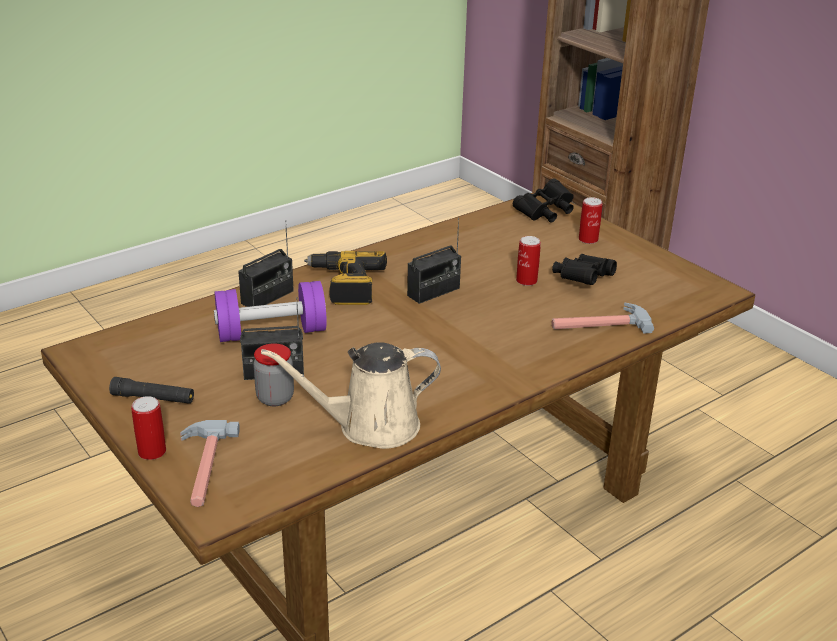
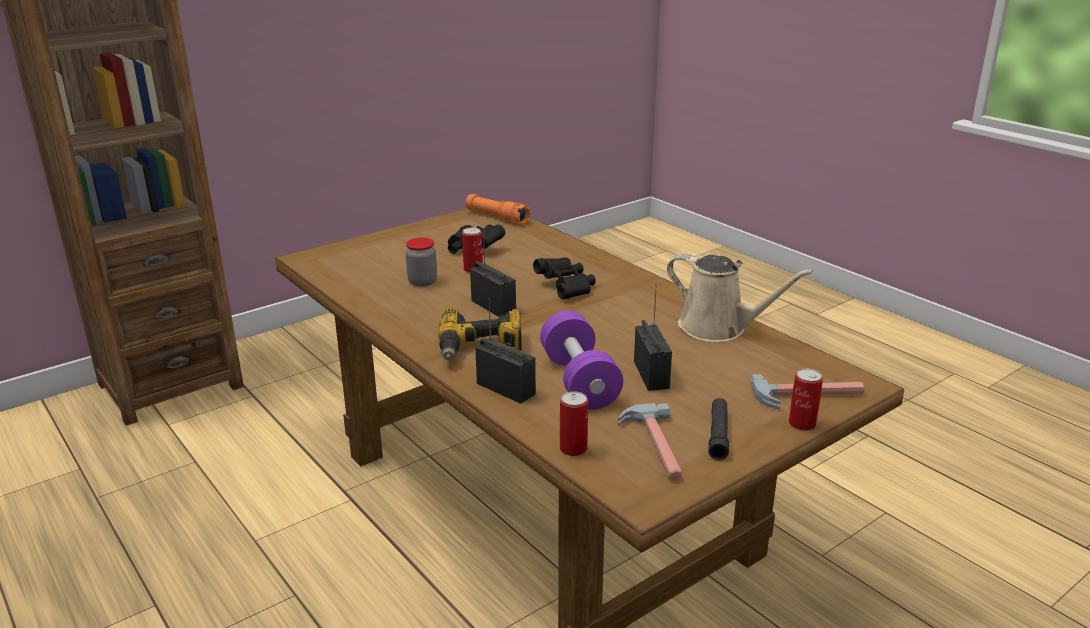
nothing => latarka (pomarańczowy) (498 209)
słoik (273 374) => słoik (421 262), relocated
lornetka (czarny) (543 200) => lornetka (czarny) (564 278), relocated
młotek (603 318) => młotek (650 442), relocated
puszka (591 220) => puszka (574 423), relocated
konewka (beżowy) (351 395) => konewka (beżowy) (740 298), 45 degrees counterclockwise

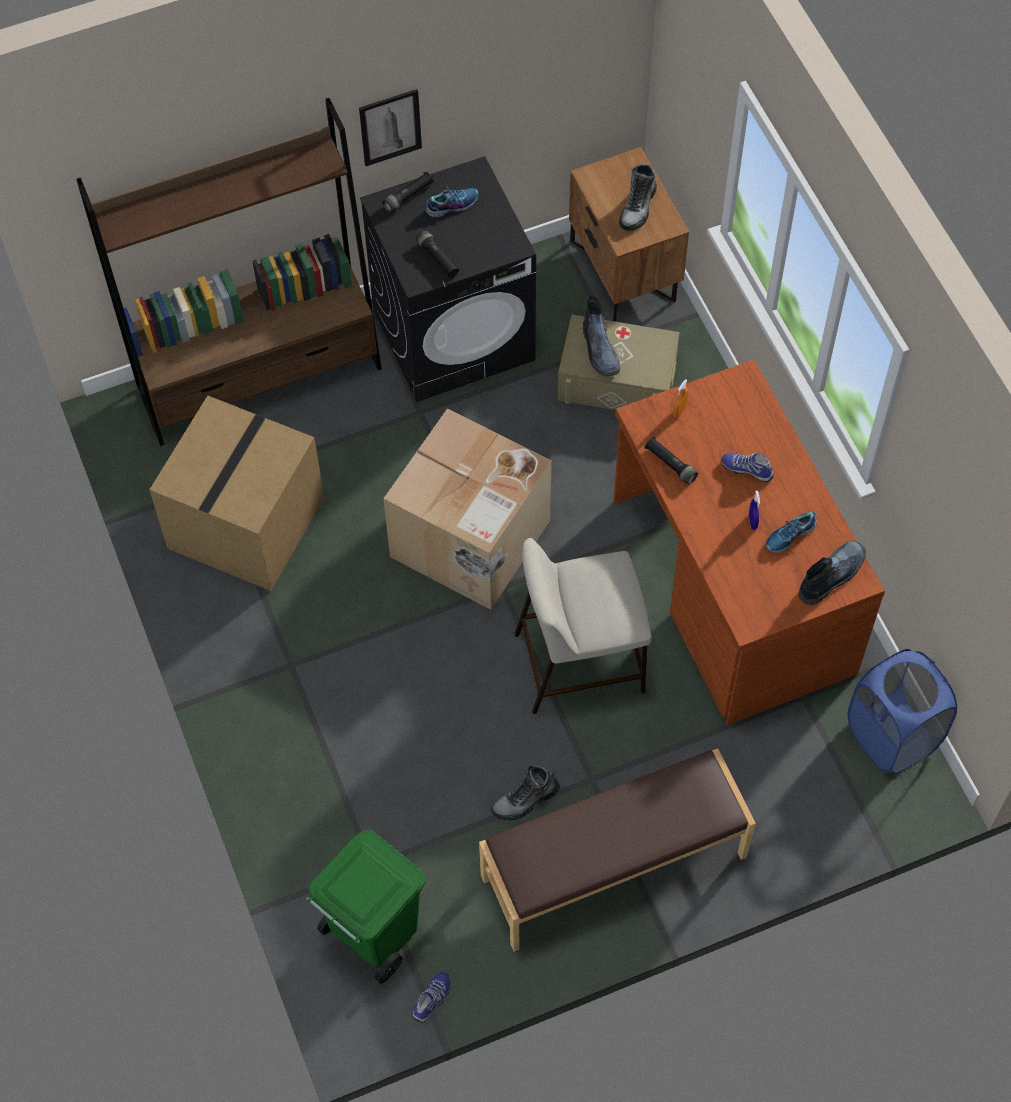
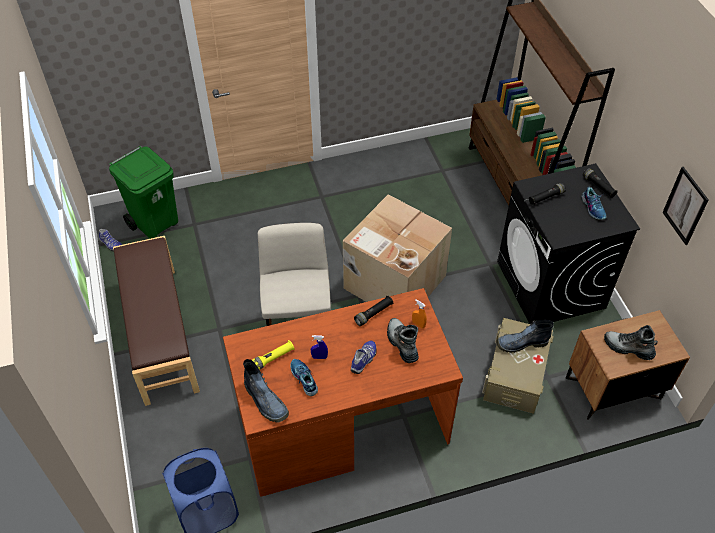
karton (236 493) => nothing
nothing => latarka (żółty) (273 355)
obraz (390 127) => obraz (685 206), relocated
but z cholewką (525 792) => but z cholewką (403 340), relocated

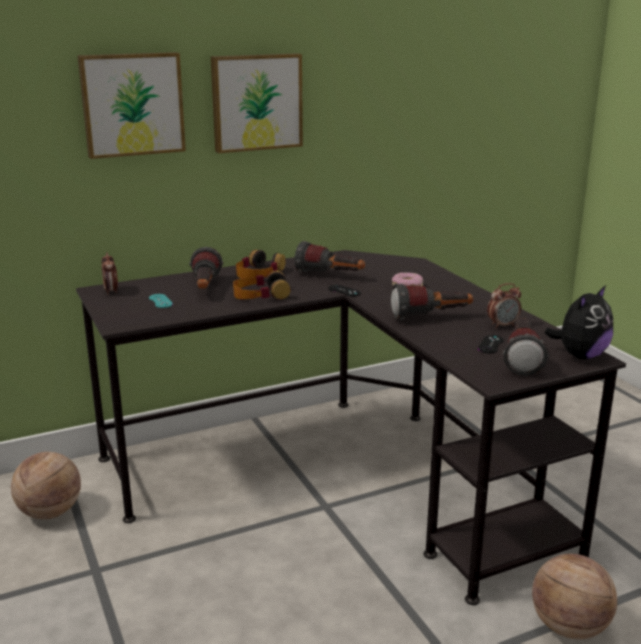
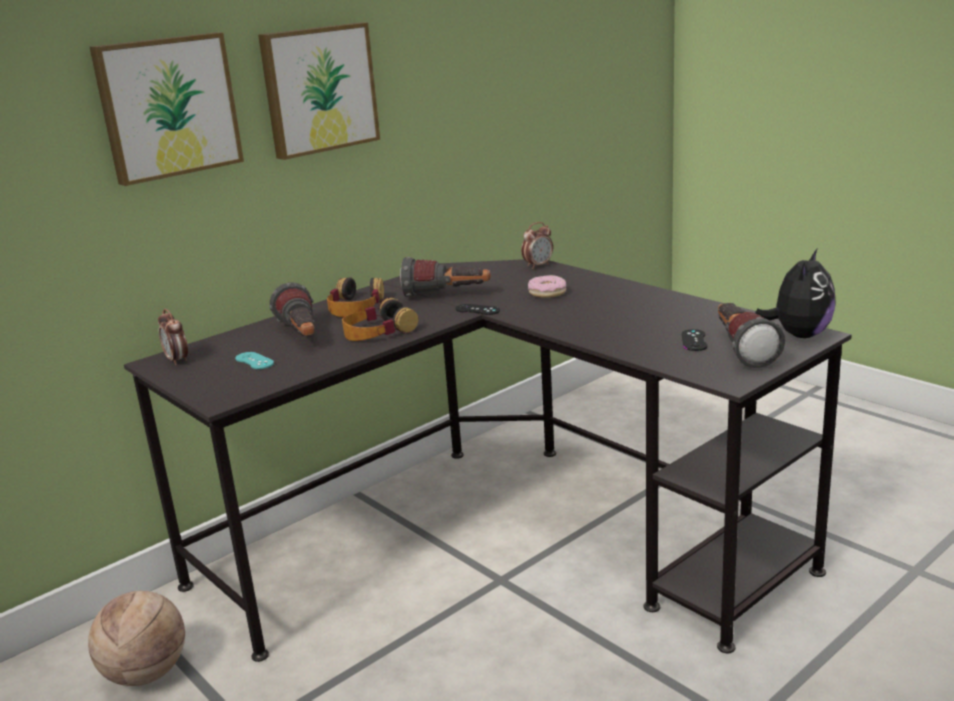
latarka (432 301) => nothing
piłka do koszykówki (574 596) => nothing
budzik (504 306) => budzik (537 245), relocated

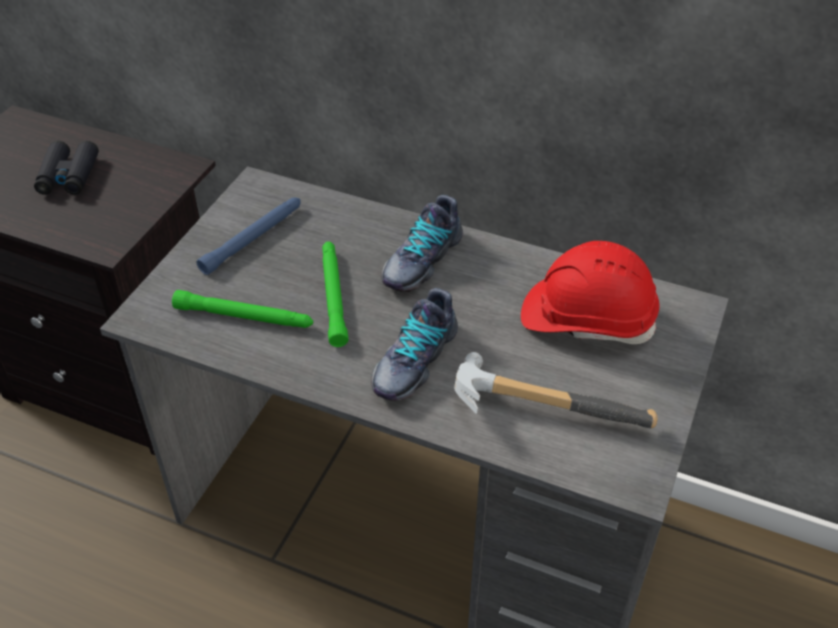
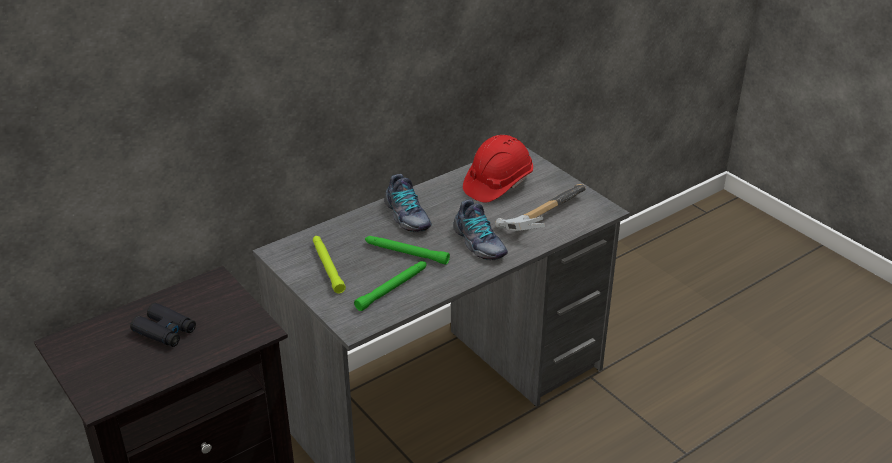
latarka (niebieski) (249 236) => latarka (zielony) (329 265)

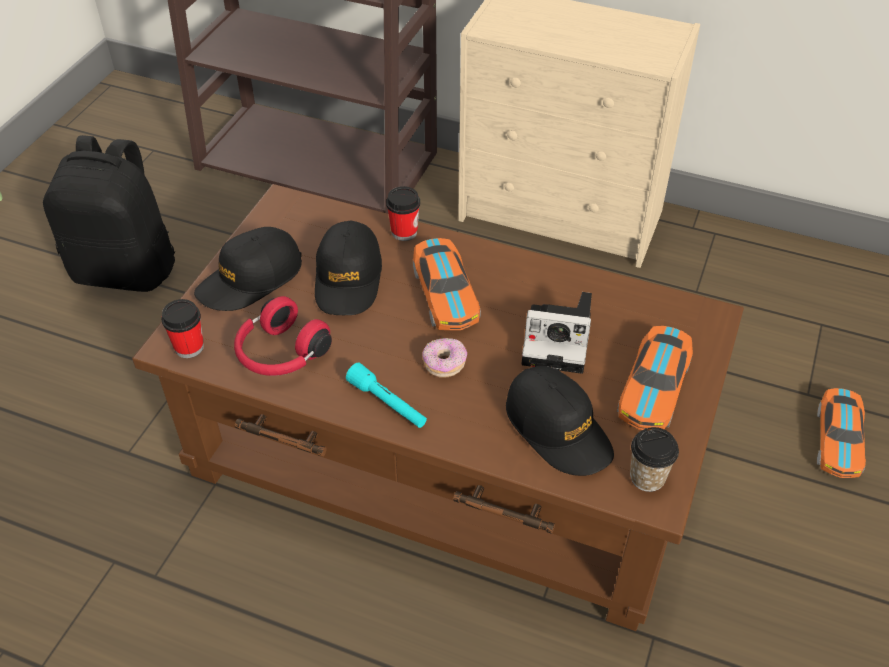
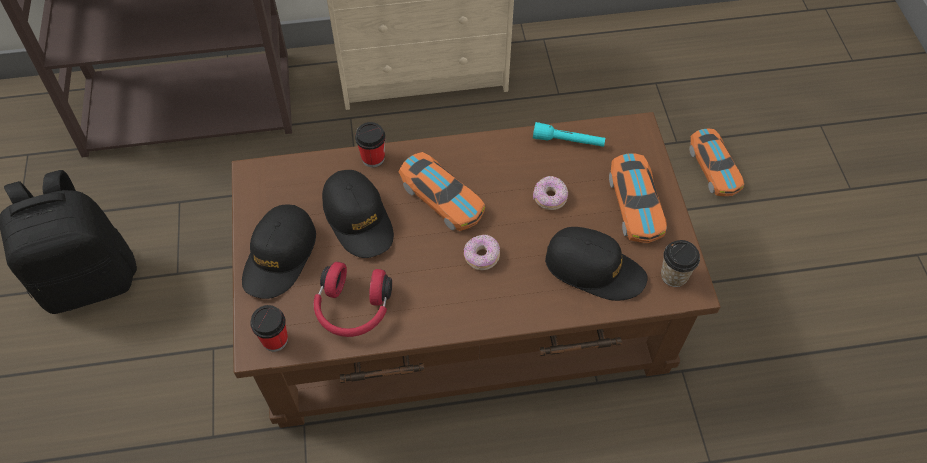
latarka (turkusowy) (386 395) => latarka (turkusowy) (569 134), relocated
aparat fotograficzny (557 333) => donut (550 193)

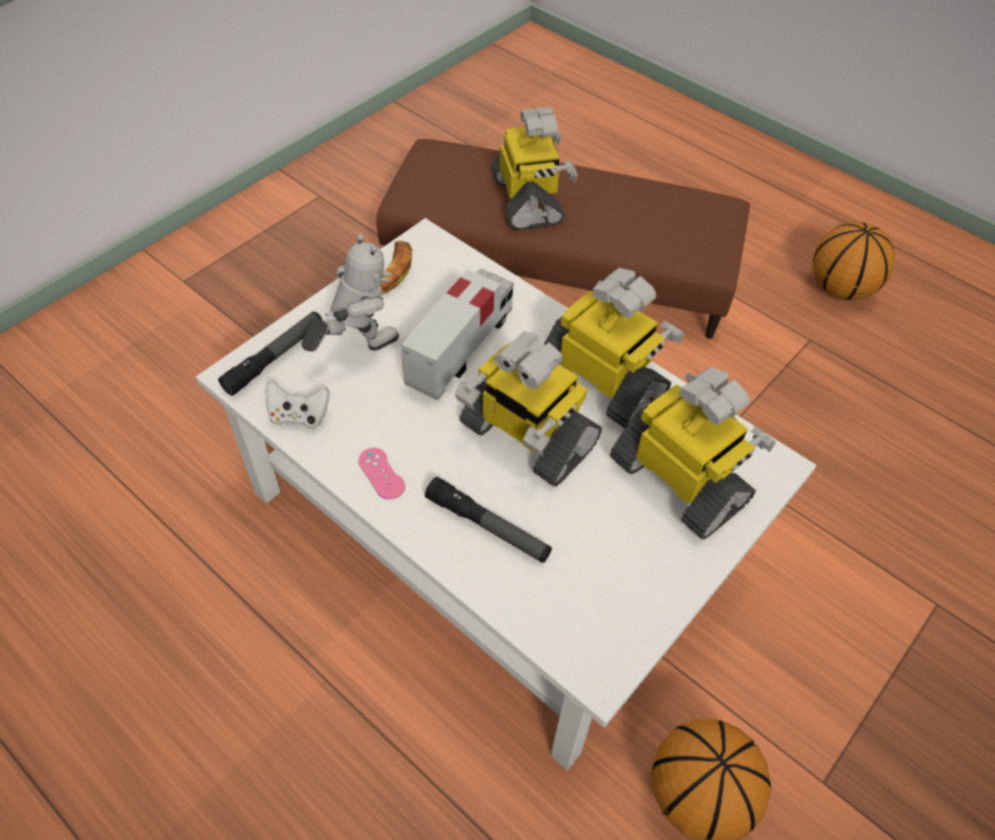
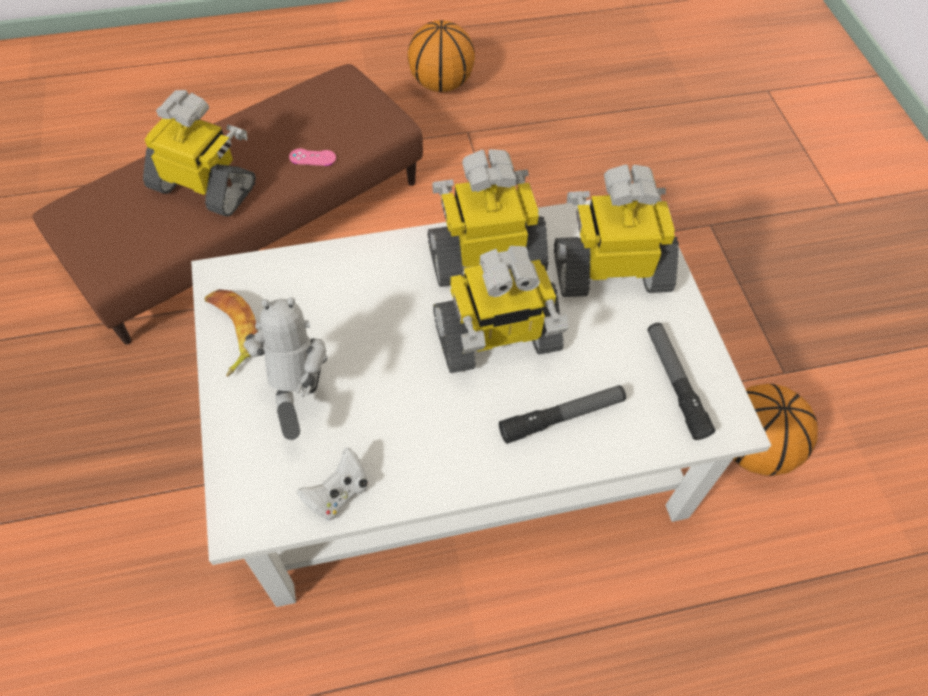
ciężarówka zabawkowa (457 334) => nothing
latarka (270 354) => latarka (681 381), relocated
pad do gier (różowy) (381 473) => pad do gier (różowy) (312 157), relocated

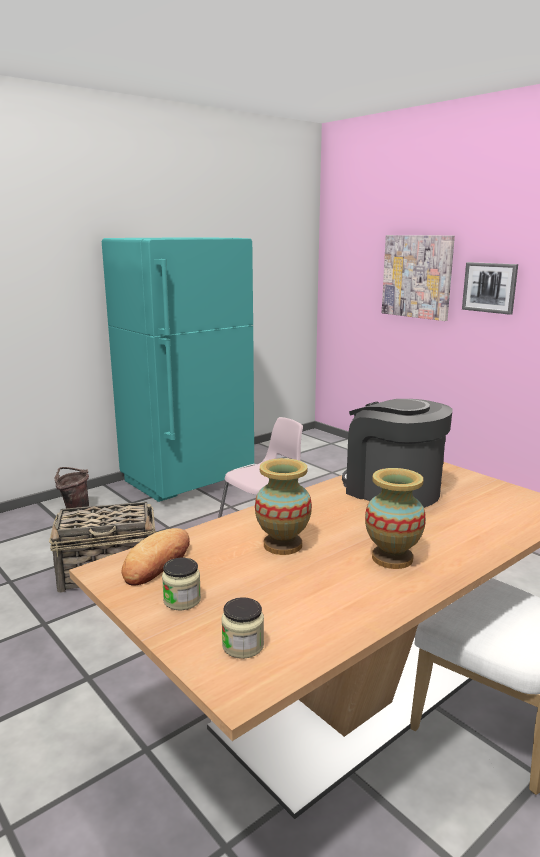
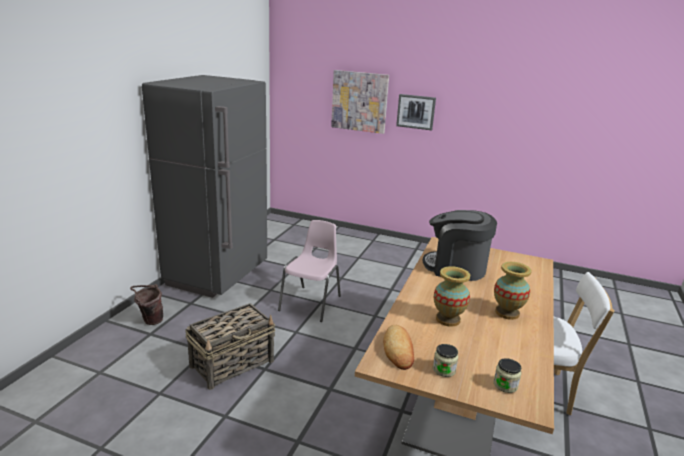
lodówka (turkusowy) (178 369) => lodówka (szary) (204 186)

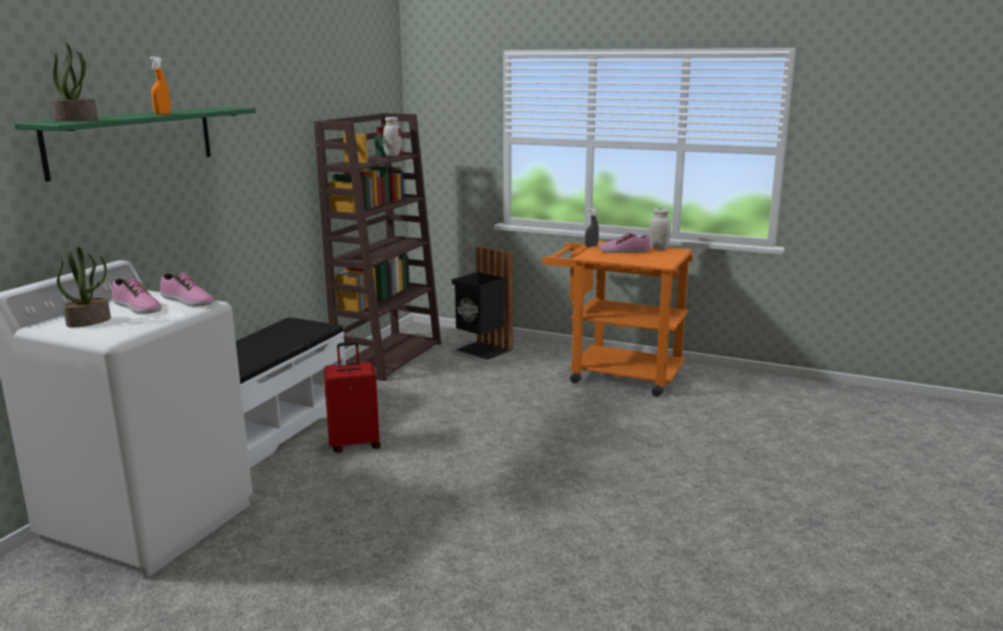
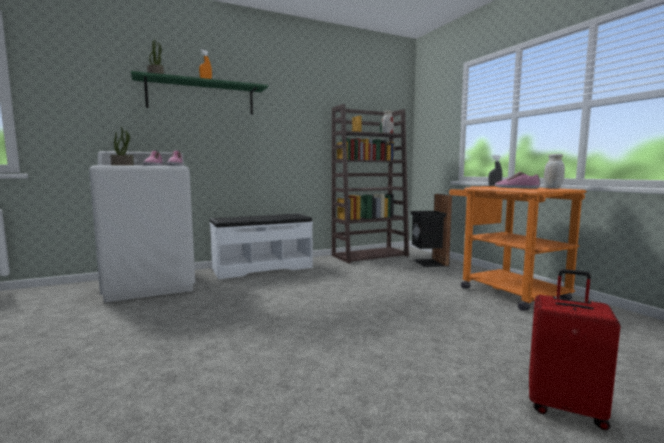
walizka (czerwony) (352 397) => walizka (czerwony) (575 349), relocated

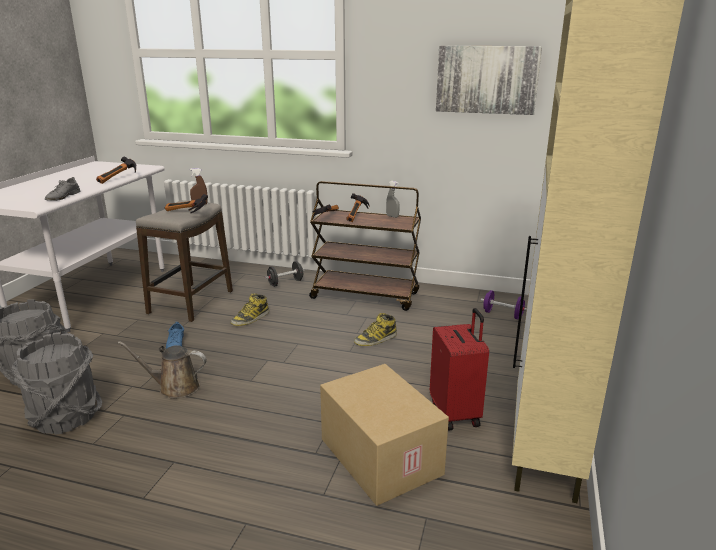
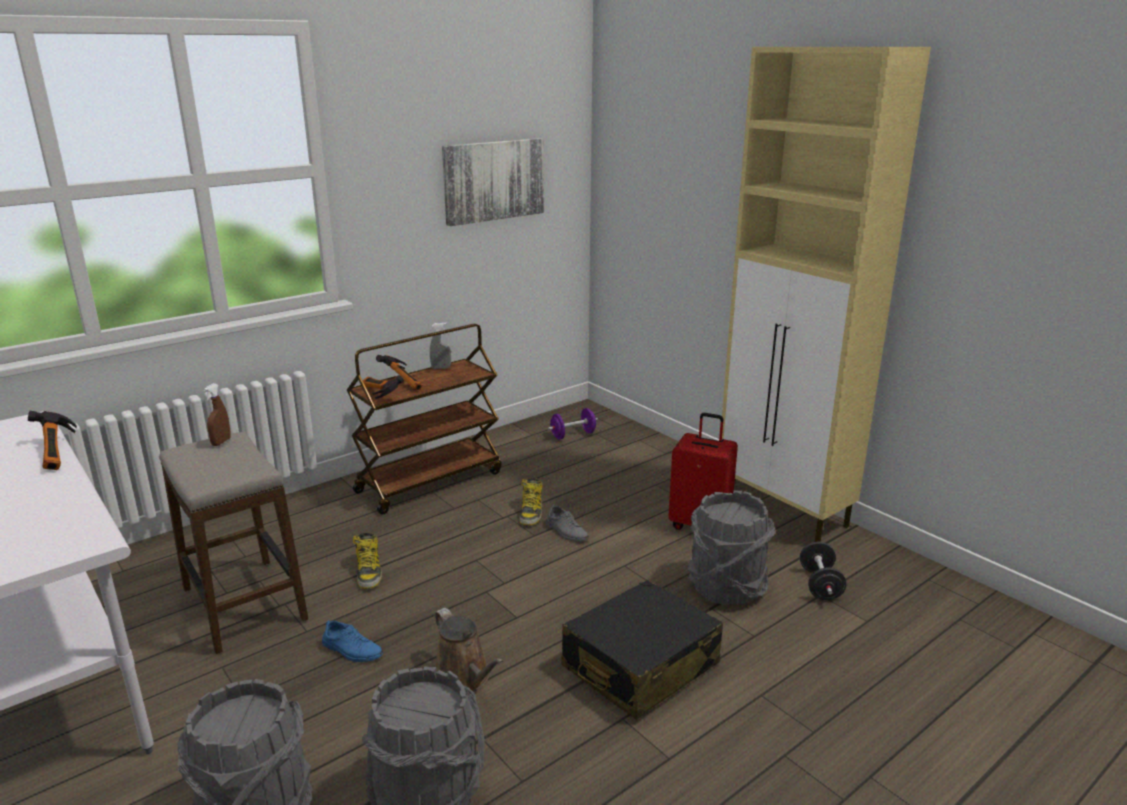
młotek (186 203) => nothing
nothing => walizka (czarny) (642 650)
but (szary) (63 189) => but (szary) (567 523), relocated
hantel (czarny) (285 274) => hantel (czarny) (823 571), relocated
karton (384 435) => wiadro (szary) (731 547)
konewka (brązowy) (162 370) => konewka (brązowy) (468 650), 75 degrees counterclockwise

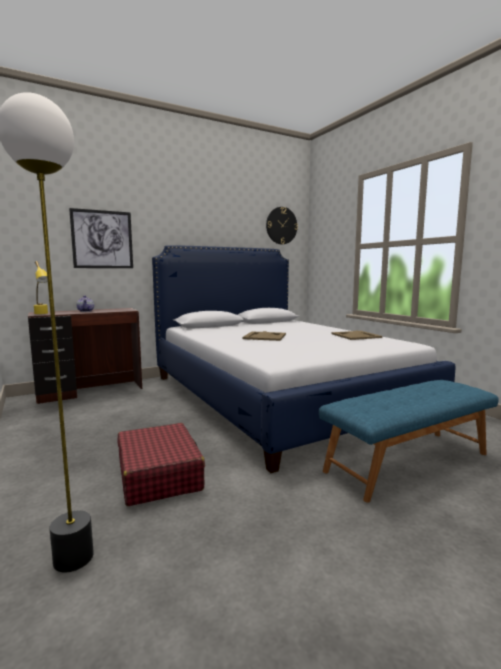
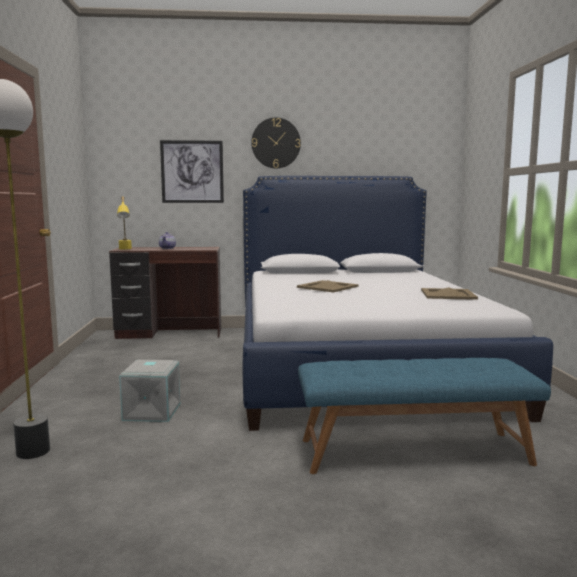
zegar ścienny (282 225) => zegar ścienny (276 143), relocated
walizka (czerwony) (161 464) => pojemnik do przechowywania (szary) (149 391)

